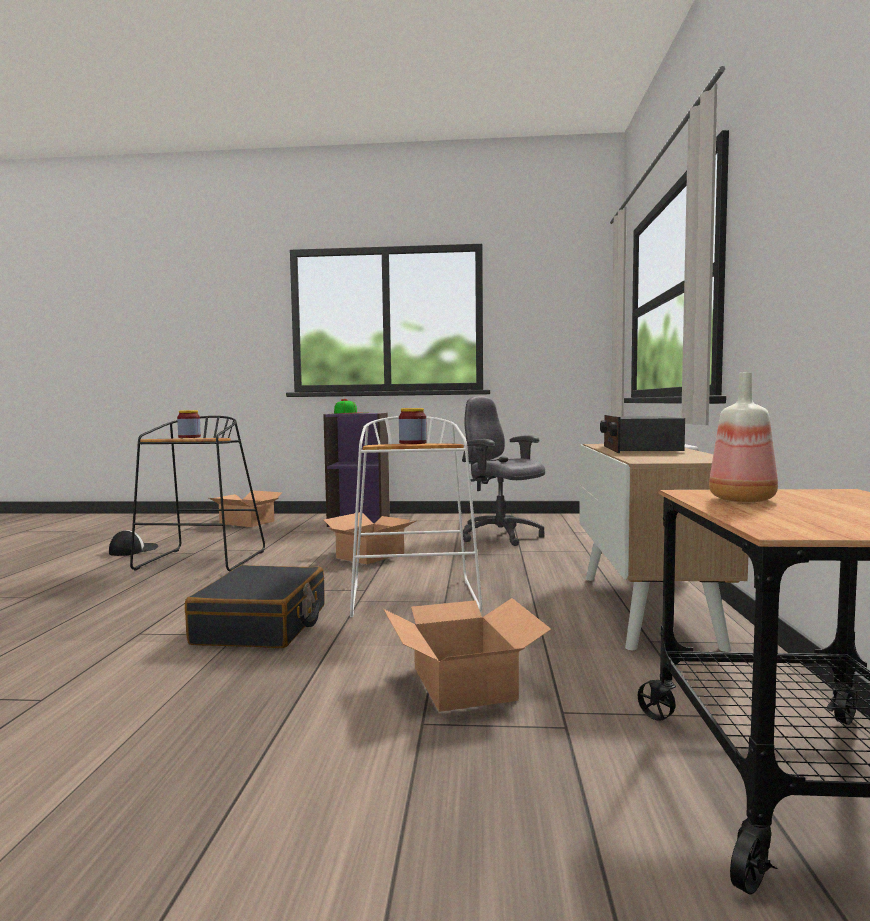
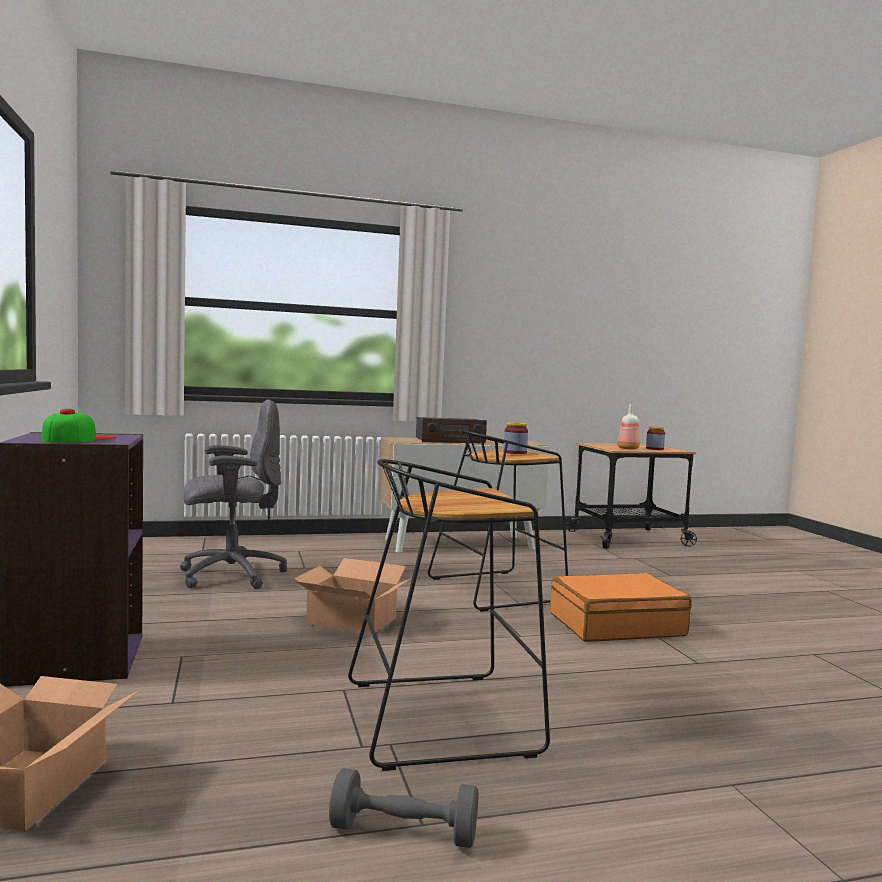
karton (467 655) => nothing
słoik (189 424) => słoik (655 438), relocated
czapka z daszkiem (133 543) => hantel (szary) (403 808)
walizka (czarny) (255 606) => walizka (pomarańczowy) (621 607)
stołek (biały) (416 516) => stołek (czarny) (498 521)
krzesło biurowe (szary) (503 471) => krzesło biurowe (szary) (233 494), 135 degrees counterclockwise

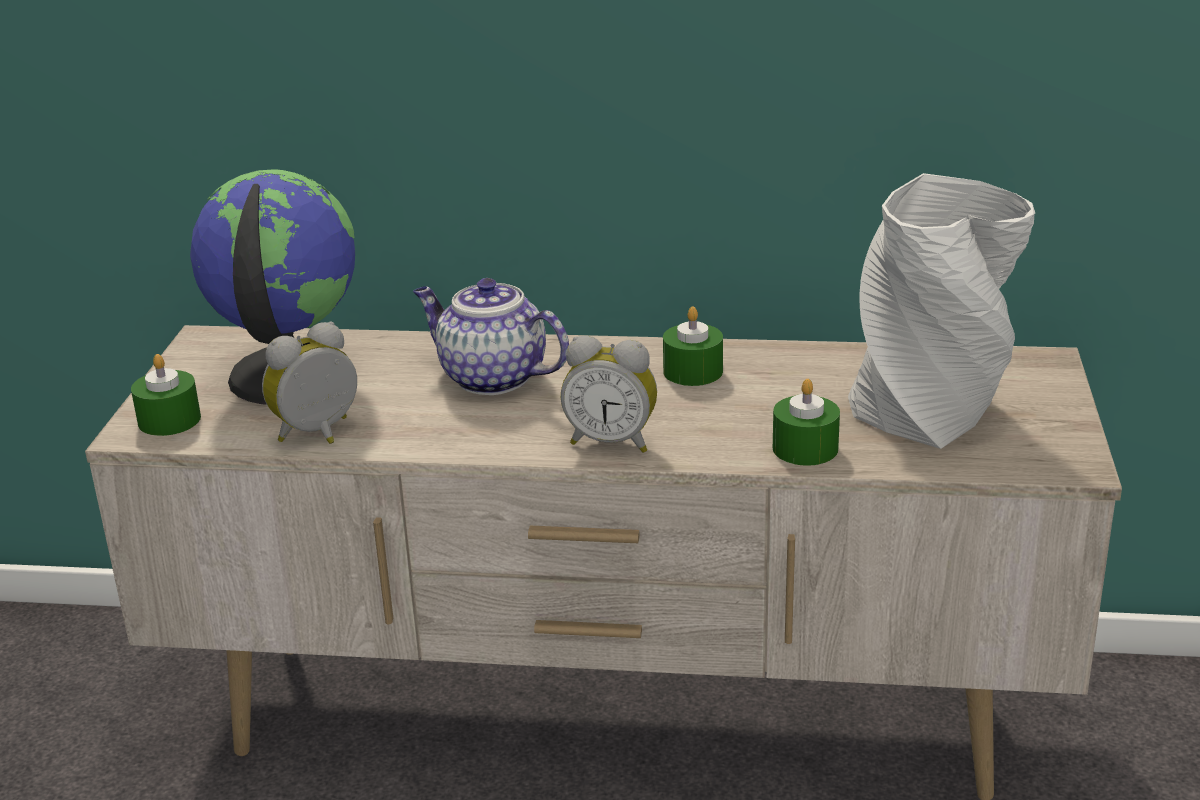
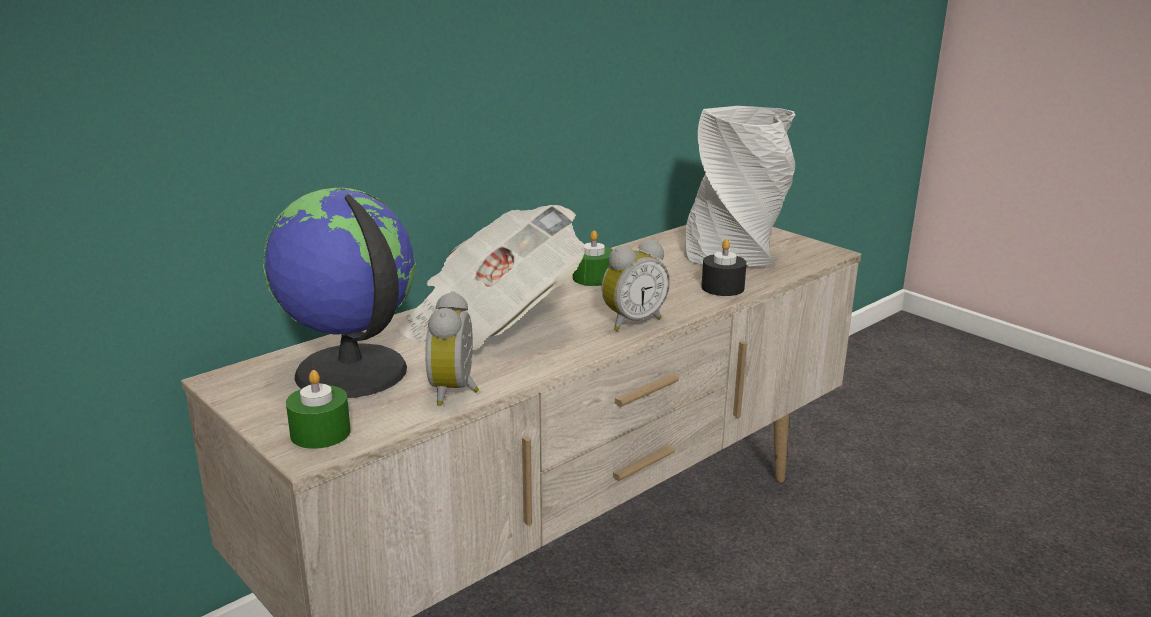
imbryk (491 336) => gazeta (491 277)
świeca (zielony) (806 422) => świeca (czarny) (724 267)

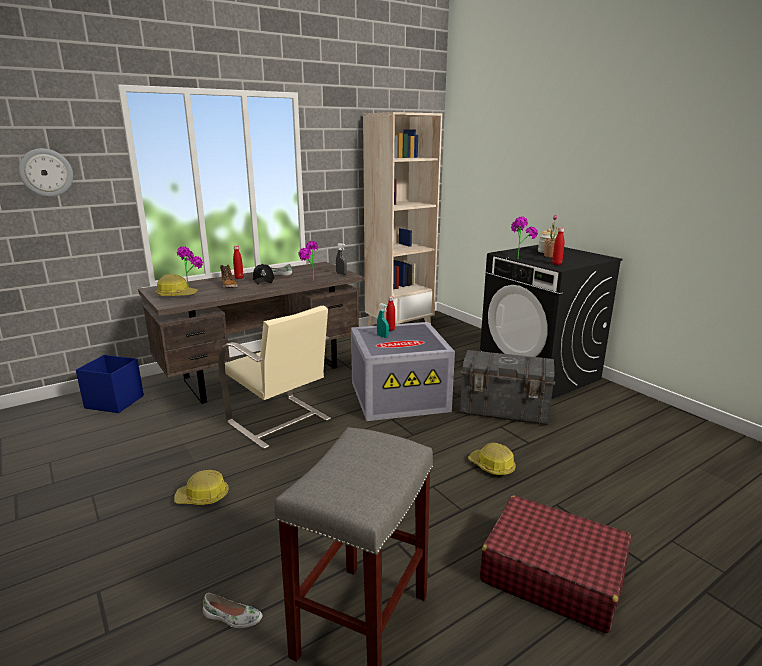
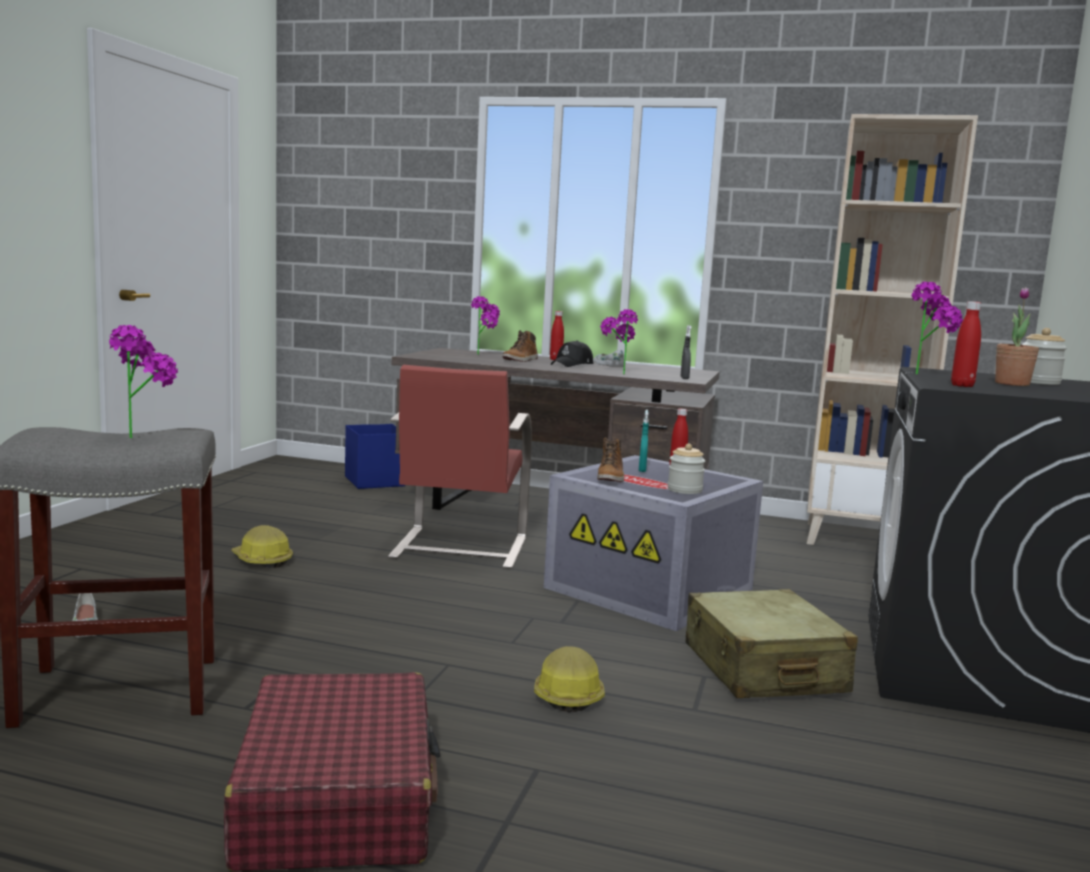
zegar ścienny (46 172) => nothing
kask (177 285) => nothing
nothing => roślina doniczkowa (143 381)
nothing => but z cholewką (610 459)
nothing => słoik (686 468)
pojemnik do przechowywania (szary) (507 387) => walizka (beżowy) (772 643)
krzesło (beżowy) (274 377) => krzesło (czerwony) (460 467)

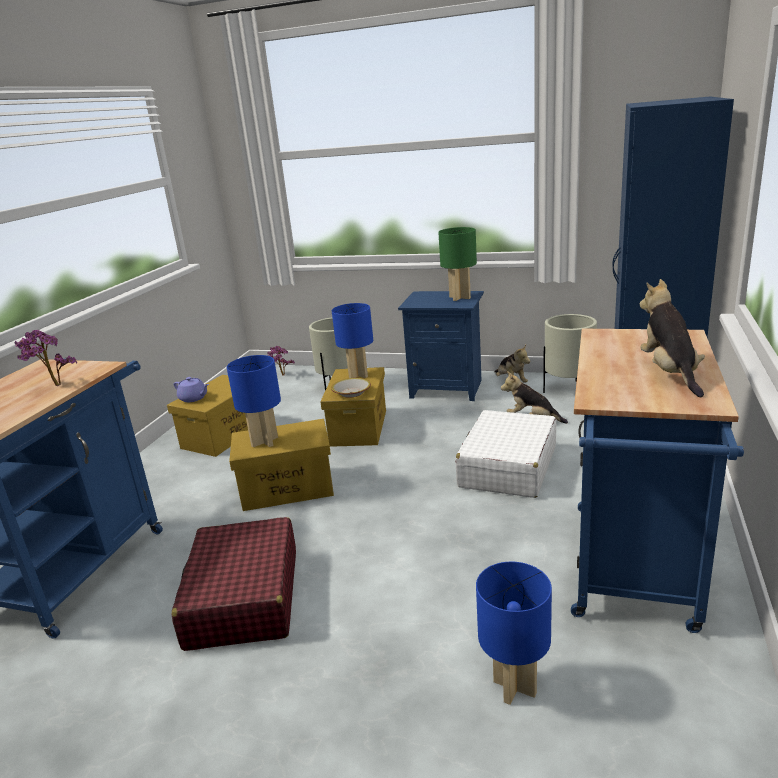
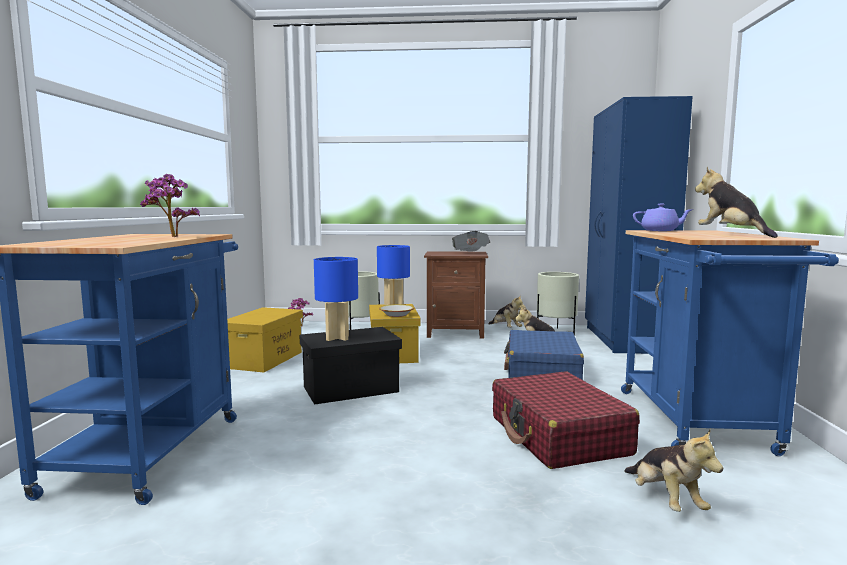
walizka (czerwony) (234 584) => walizka (czerwony) (566 420), relocated
imbryk (fioletowy) (191 389) => imbryk (fioletowy) (663 217), relocated
lampa stołowa (zielony) (457 264) => gazeta (471 241)
lampa stołowa (niebieski) (514 633) => pluszak (673 471)
pojemnik do przechowywania (żółty) (281 465) => pojemnik do przechowywania (czarny) (350 366)
szafka nocna (niebieski) (441 346) => szafka nocna (brązowy) (456 295)
walizka (biały) (505 454) => walizka (niebieski) (544 355)

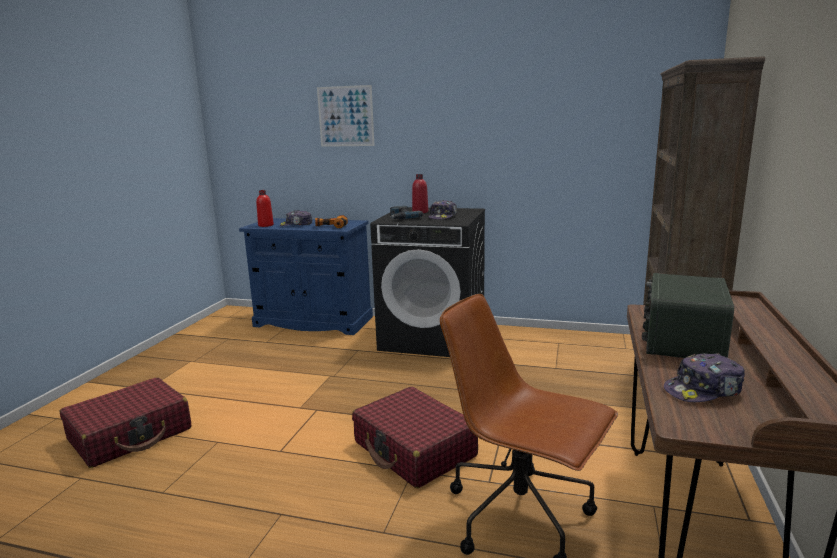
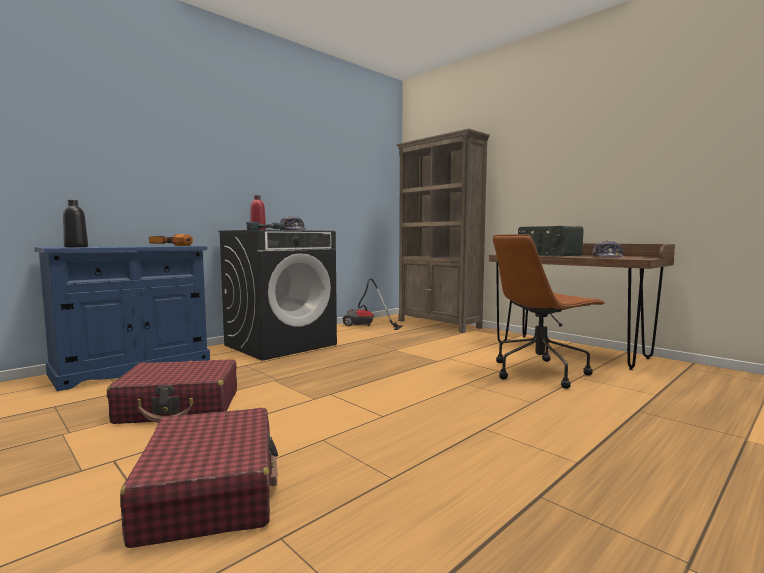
czapka z daszkiem (296 218) => nothing
obraz (345 116) => nothing
nothing => odkurzacz (373 304)
walizka (czerwony) (415 437) => walizka (czerwony) (172 391), relocated
butelka (czerwony) (265 208) => butelka (czarny) (75 223)

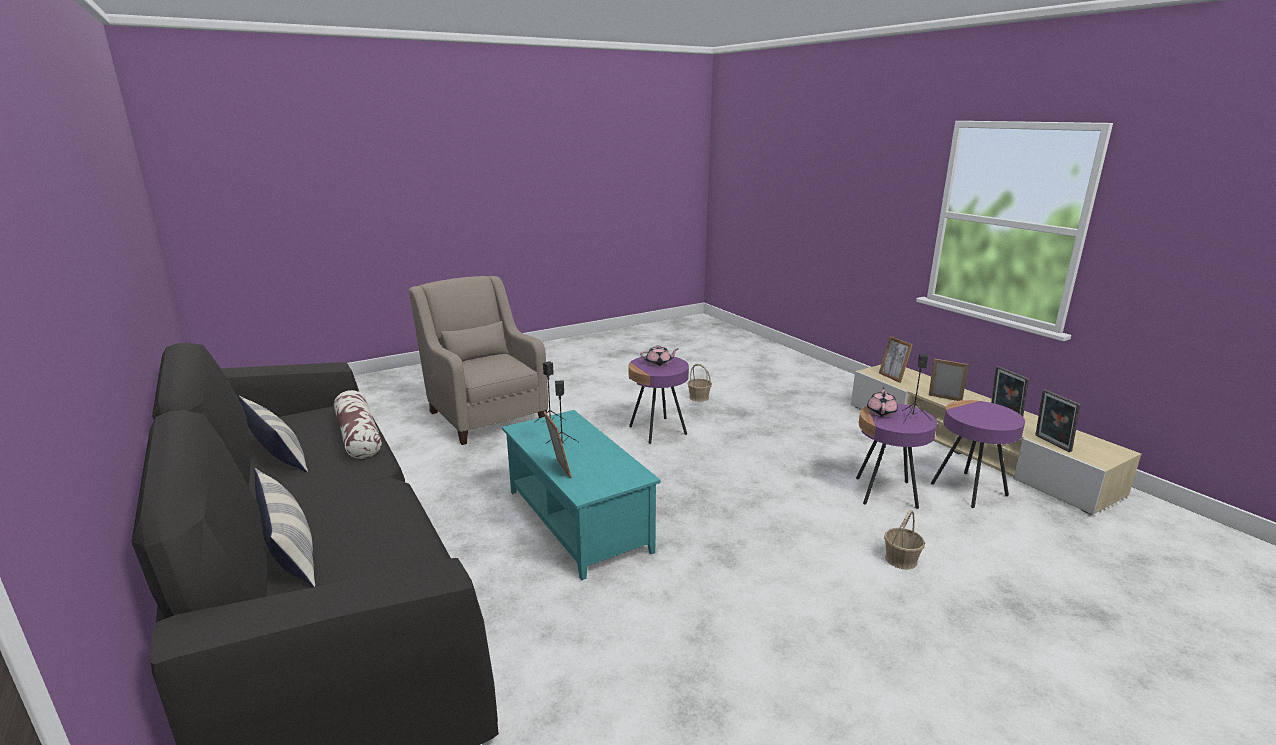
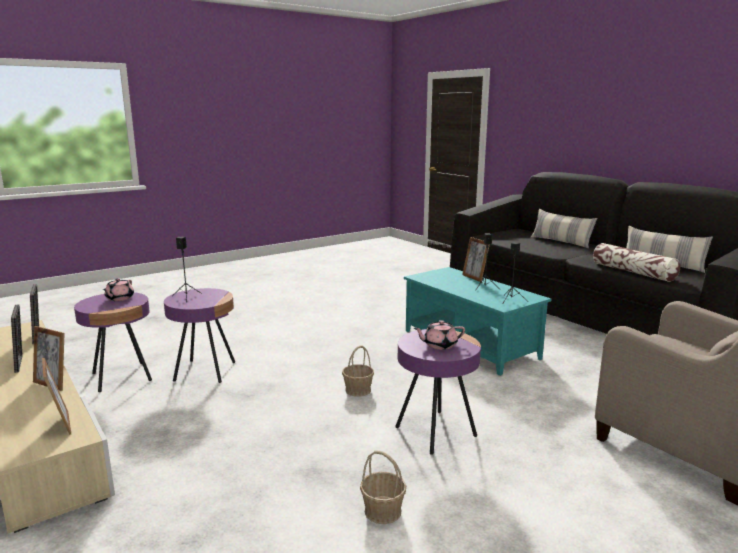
imbryk (różowy) (882 402) => imbryk (różowy) (118 289), relocated
koszyk (904 539) => koszyk (358 370), relocated

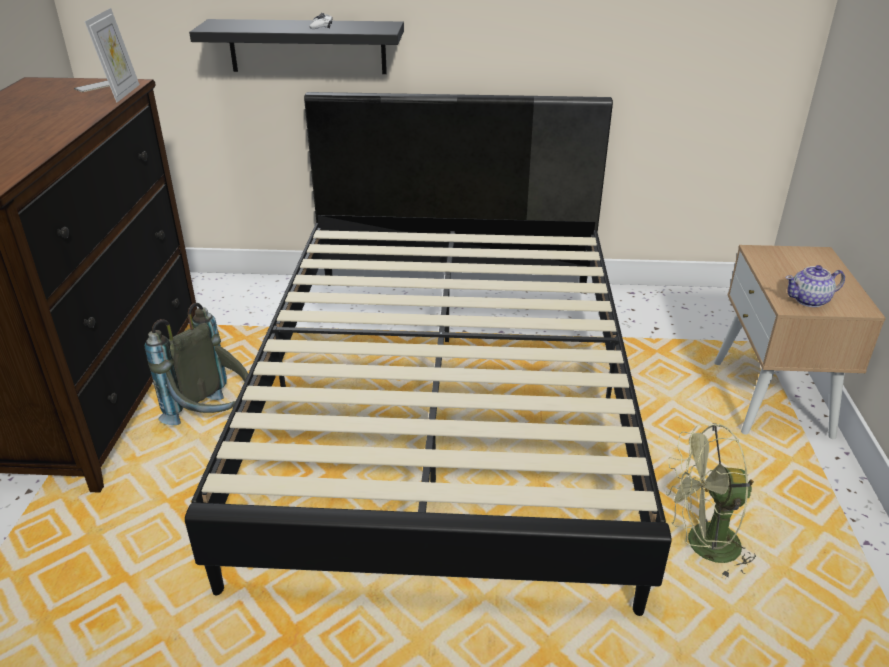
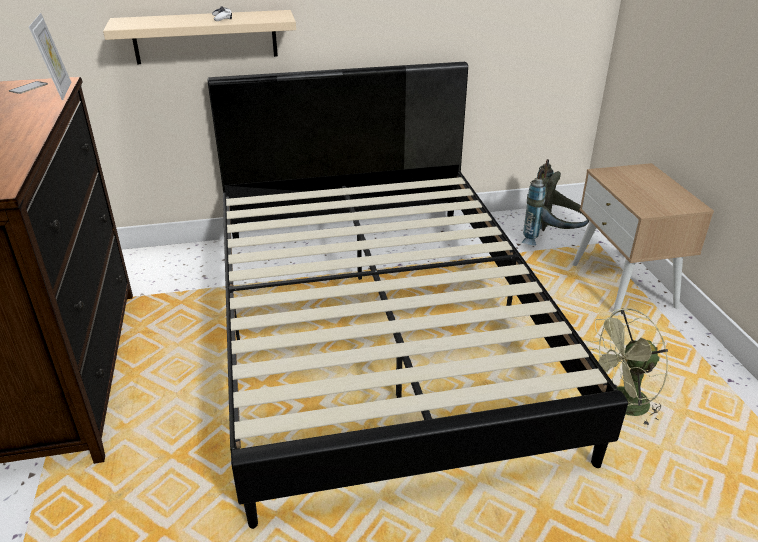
imbryk (815 286) => nothing
plecak (szary) (196 364) => plecak (szary) (555 202), relocated
półka (czarny) (296 46) => półka (beżowy) (199 37)

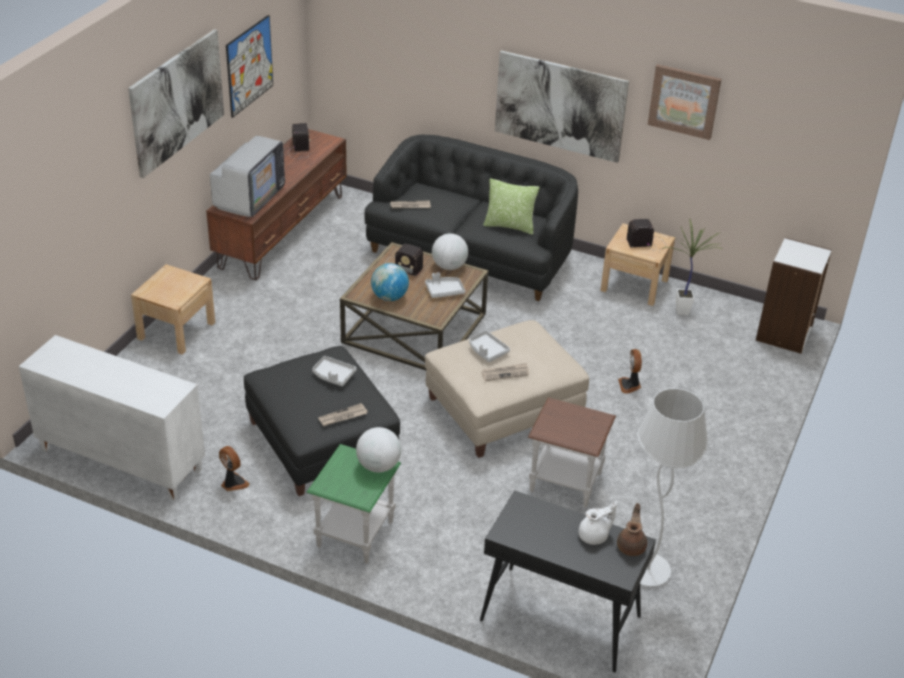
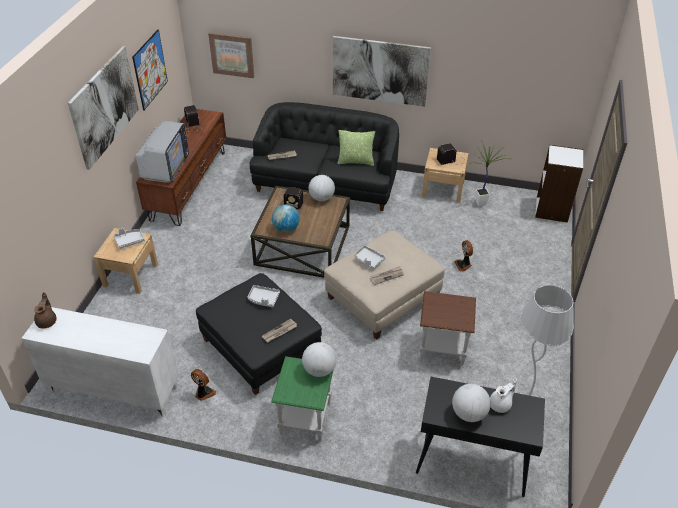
nothing => globus (471 403)
taca (szary) (445 285) => taca (szary) (129 238), relocated
imbryk (brązowy) (632 529) => imbryk (brązowy) (45 310), relocated
obraz (684 102) => obraz (231 55), relocated

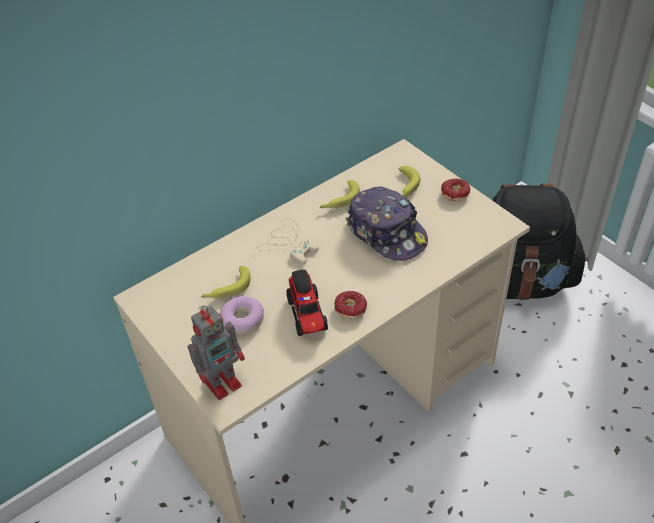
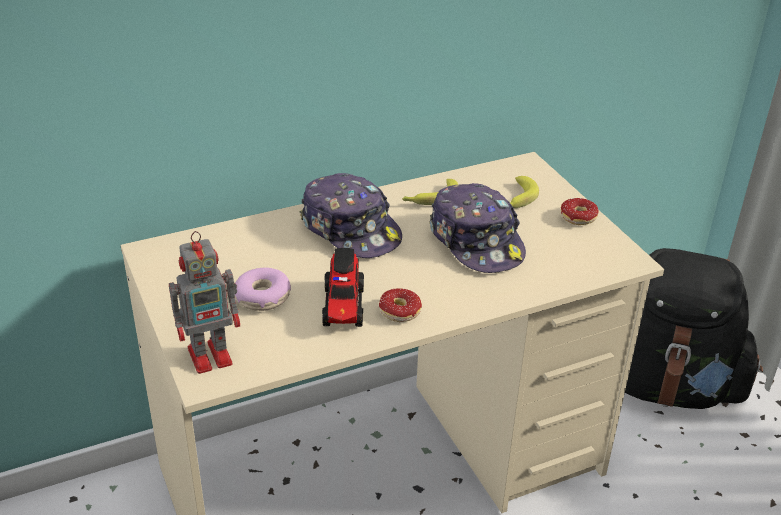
banan (226 282) => nothing
pad do gier (beżowy) (286 241) => czapka z daszkiem (351 215)

